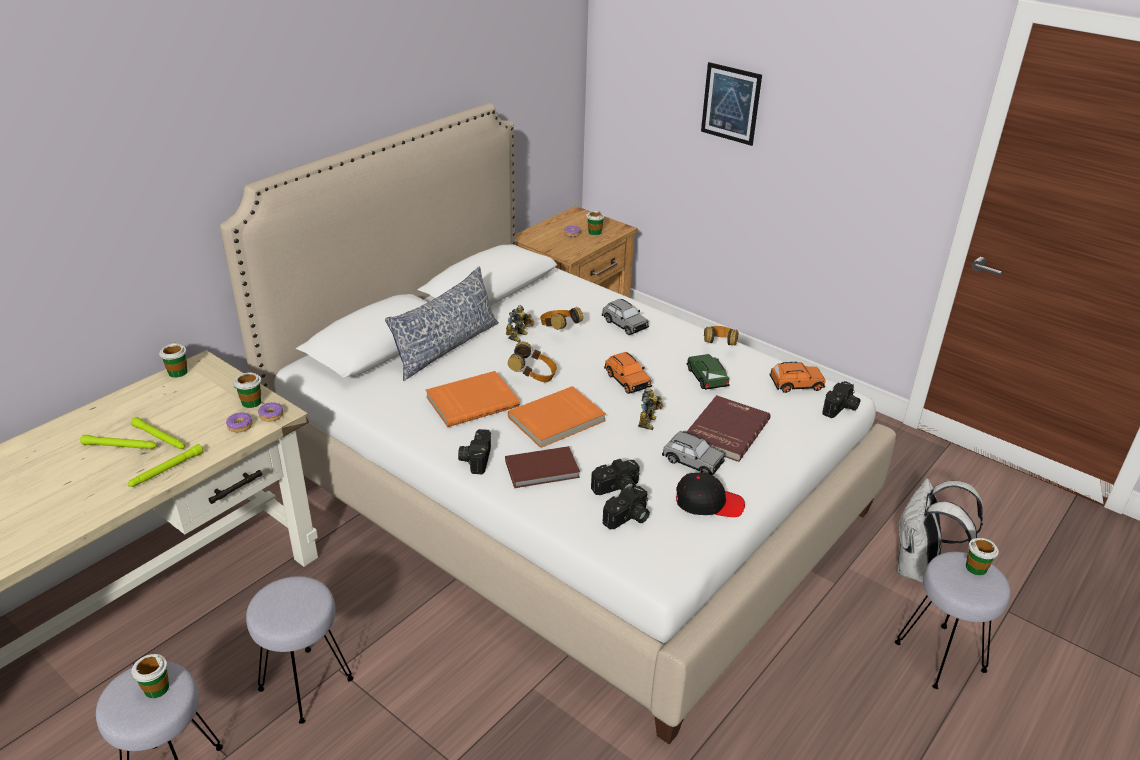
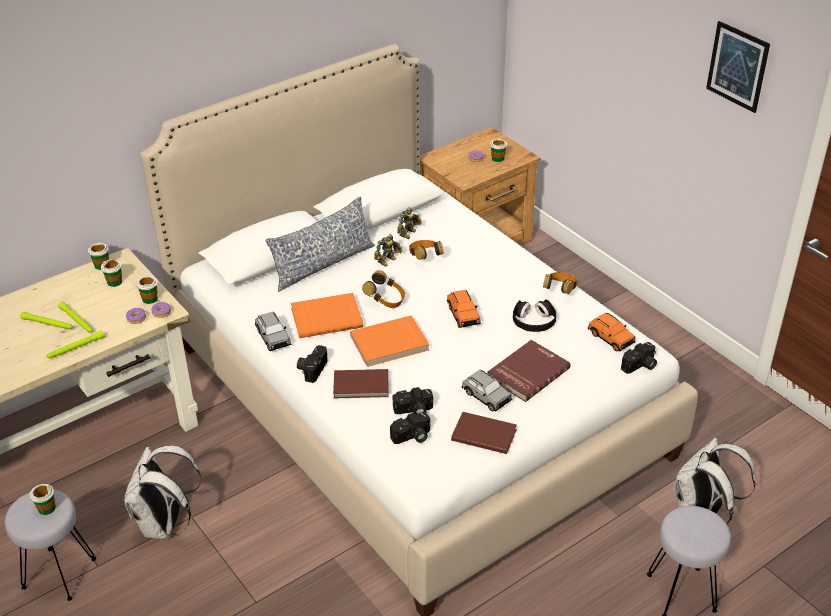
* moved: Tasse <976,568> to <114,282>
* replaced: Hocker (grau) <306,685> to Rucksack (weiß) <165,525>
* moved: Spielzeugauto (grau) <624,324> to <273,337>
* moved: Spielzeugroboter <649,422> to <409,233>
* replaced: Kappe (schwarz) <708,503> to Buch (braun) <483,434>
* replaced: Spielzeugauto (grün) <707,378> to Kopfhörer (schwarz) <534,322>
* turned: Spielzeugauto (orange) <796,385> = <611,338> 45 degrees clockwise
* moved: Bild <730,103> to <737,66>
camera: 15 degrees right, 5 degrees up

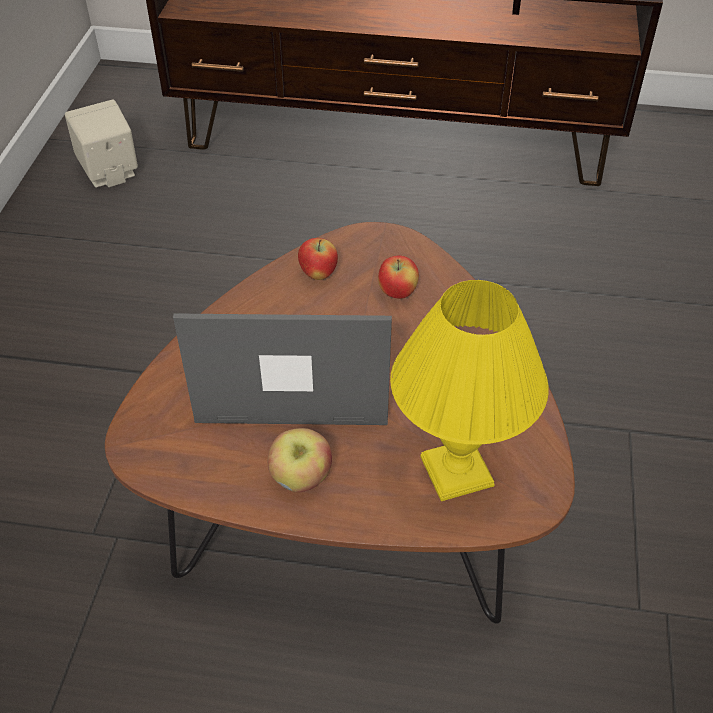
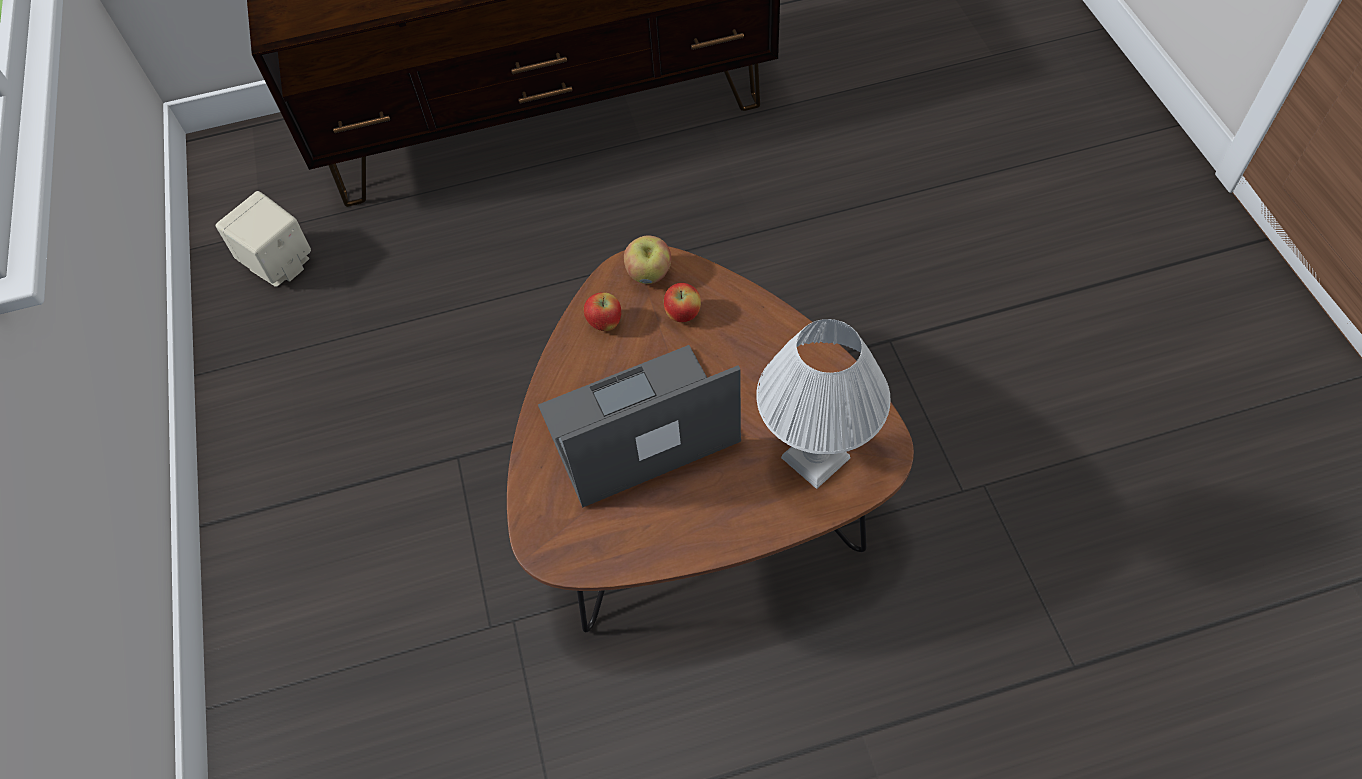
* moved: Apfel <301,478> to <649,274>
* recoloured: Tischlampe (gelb) <455,470> to Tischlampe (weiß) <813,457>
camera: 20 degrees left, 10 degrees up

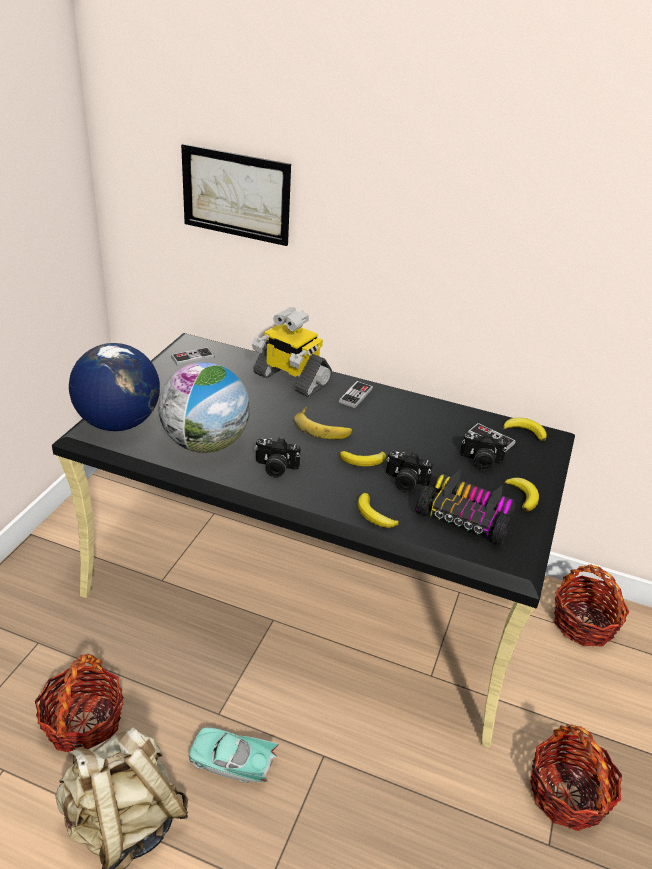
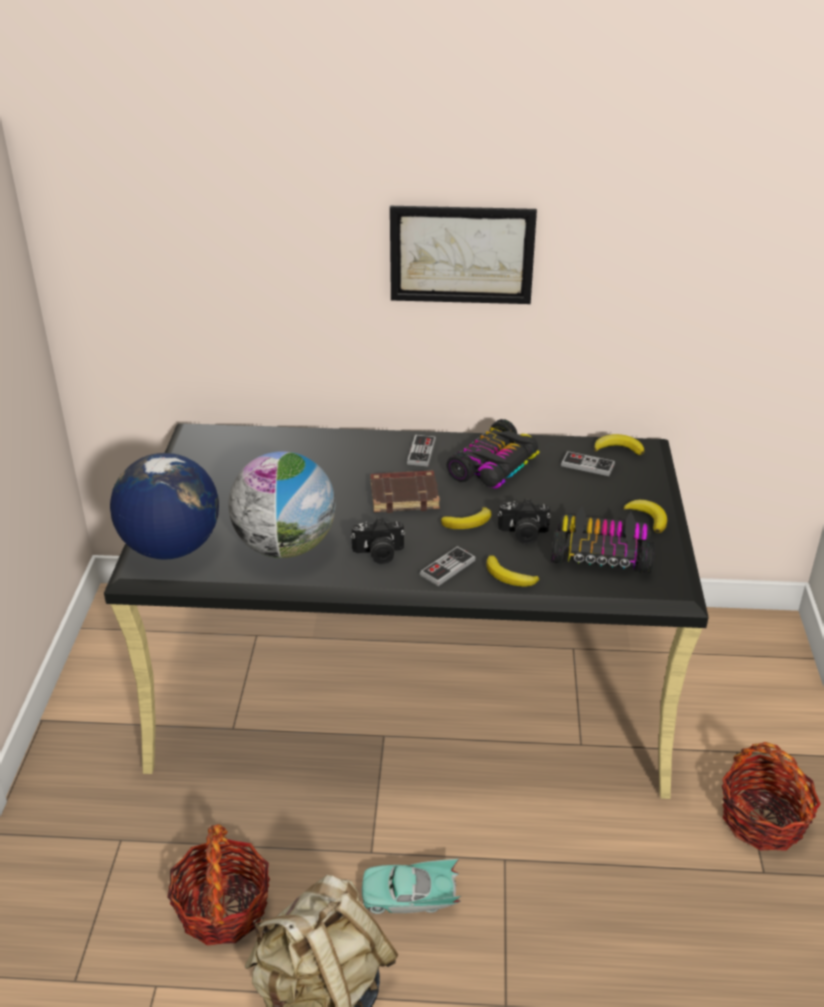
* replaced: Banane <323,427> to Buch (braun) <405,495>
* moved: Bild <236,194> to <461,255>
* moved: Gamepad <192,358> to <447,568>
* added: Spielzeugauto <495,467>
* removed: Spielzeugroboter <290,379>
* removed: Kamera <480,462>
* removed: Korb <583,624>
camera: 15 degrees left, 0 degrees up

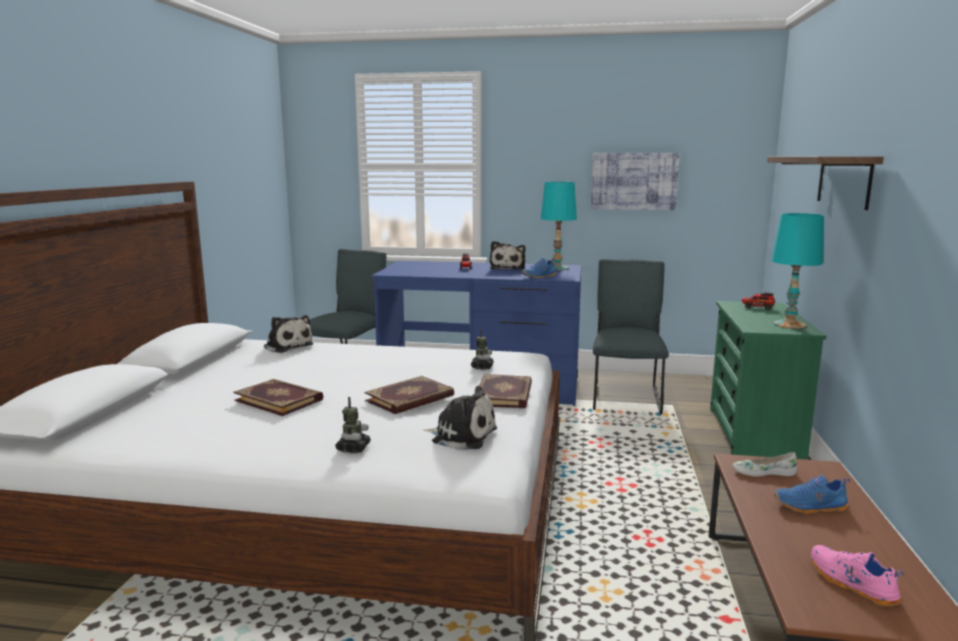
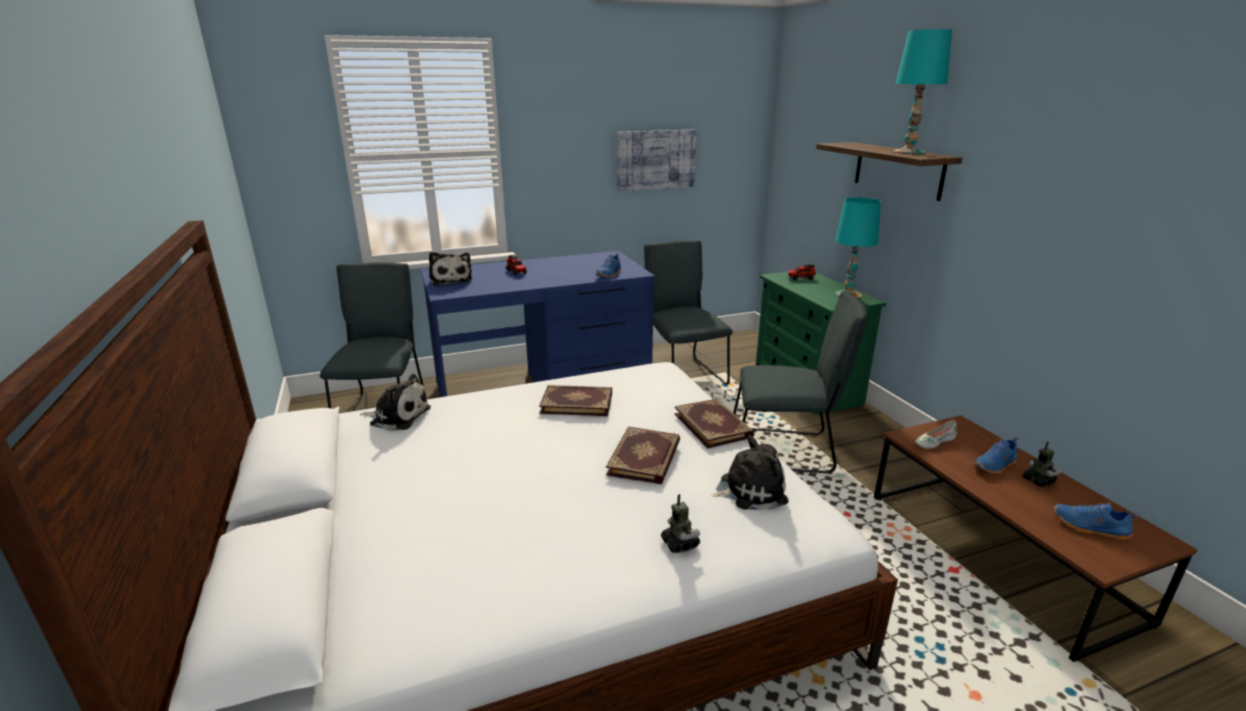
* moved: Plüschtier <508,268> to <450,280>
* moved: Buch <280,400> to <577,402>
* added: Stuhl (grau) <786,451>
* moved: Tischlampe (türkis) <557,268> to <909,152>
* moved: Spielzeugroboter <482,367> to <1038,481>
* recoloured: Schuh (rosa) <851,584> to Schuh (blau) <1090,528>
camera: 30 degrees left, 10 degrees up

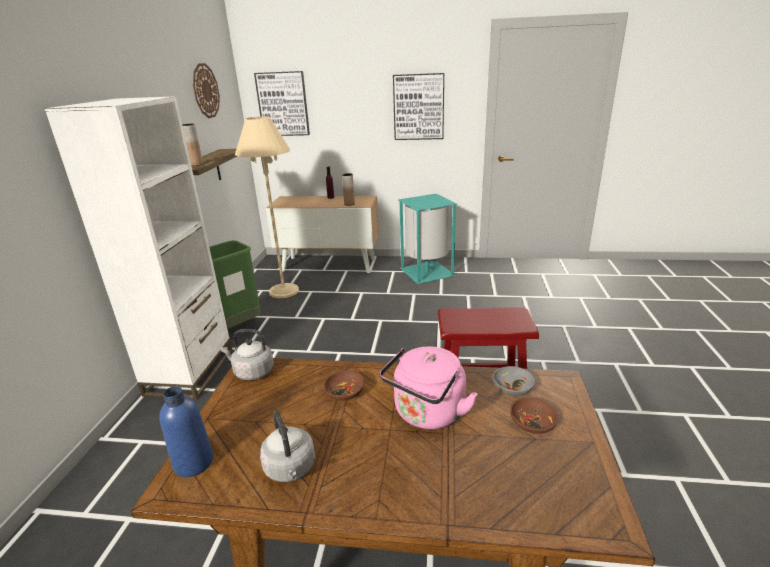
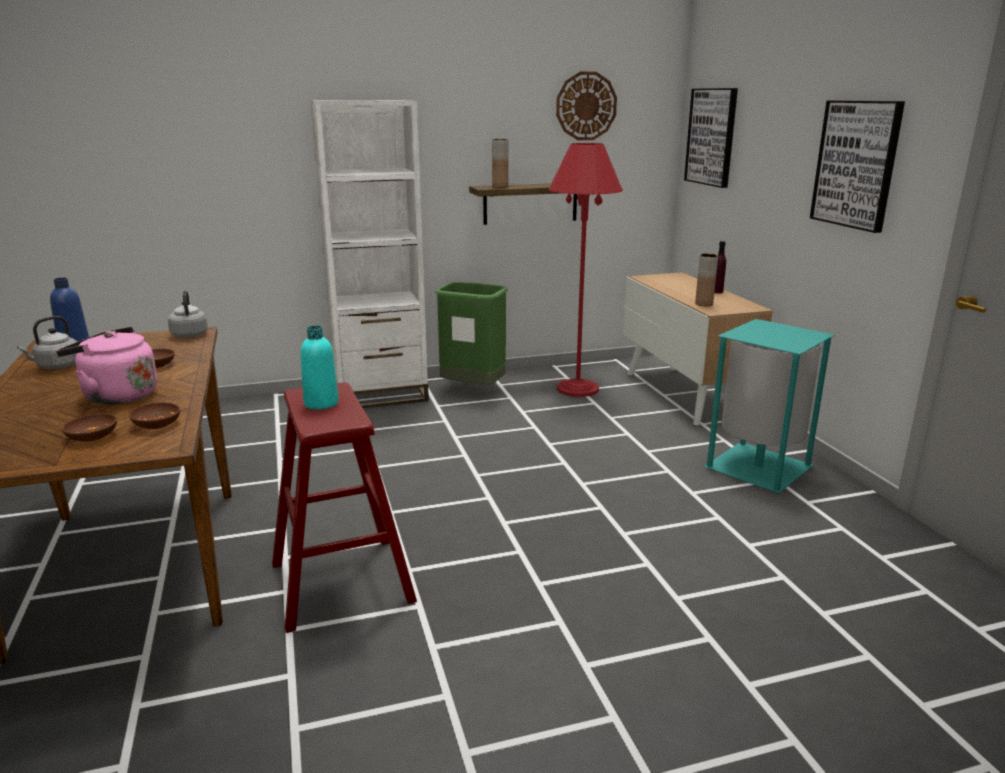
* recoloured: Schüssel (grau) <512,388> to Schüssel (braun) <157,424>
* added: Flasche (türkis) <321,403>
* recoloured: Stehlampe (beige) <283,291> to Stehlampe (rot) <577,389>
camera: 65 degrees right, 5 degrees down

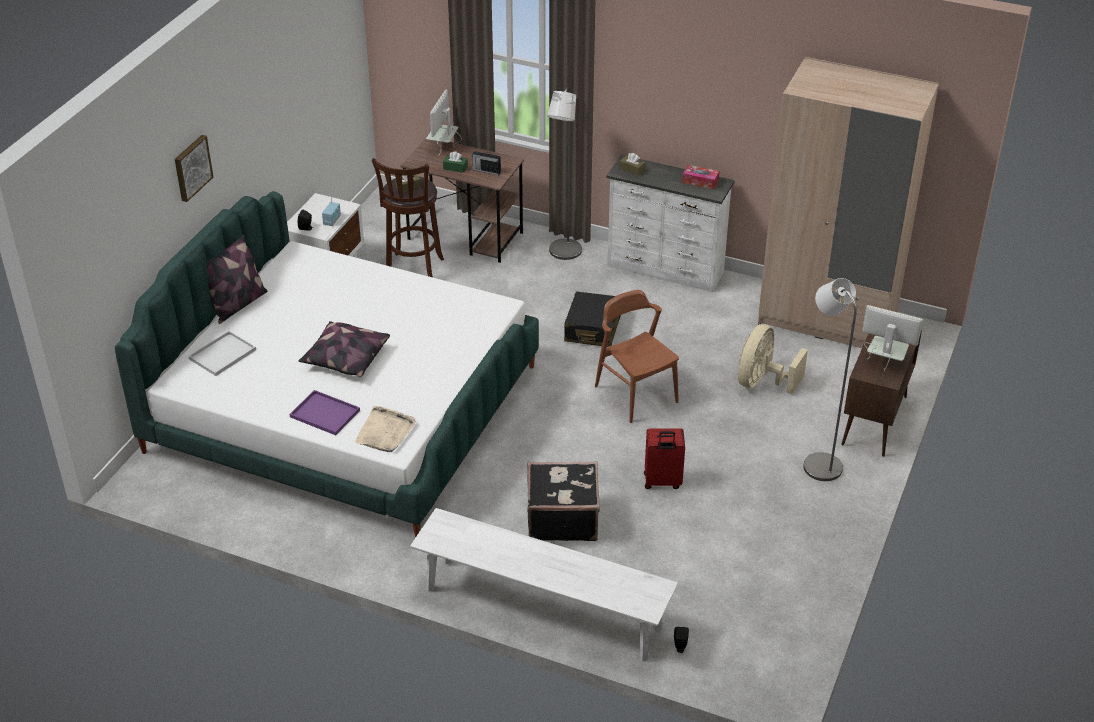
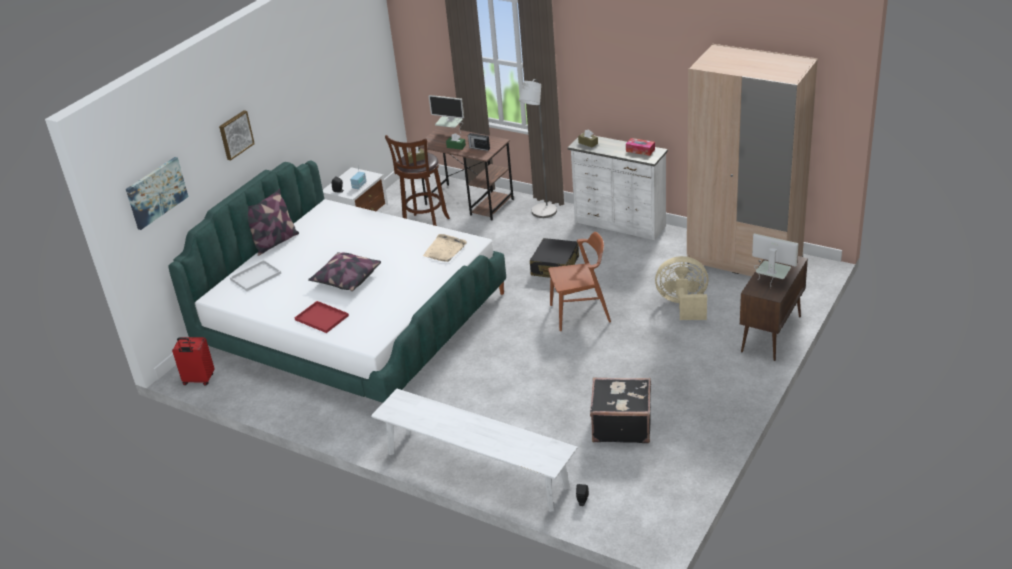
* added: Bild <156,192>
* moved: Koffer (rot) <662,482> to <198,380>
* recoloured: Tablett (lila) <323,413> to Tablett (rot) <320,318>
* moved: Tablett (beige) <385,432> to <445,250>
* turned: Monitor <444,148> = <450,133> 90 degrees counterclockwise
* turned: Stuhl (braun) <636,394> = <580,313> 105 degrees clockwise
* moved: Koffer (schwarz) <562,518> to <621,425>
* turned: Ventilator (beige) <762,382> = <683,305> 60 degrees clockwise
* removed: Stehlampe (grau) <818,463>
camera: 10 degrees right, 5 degrees down

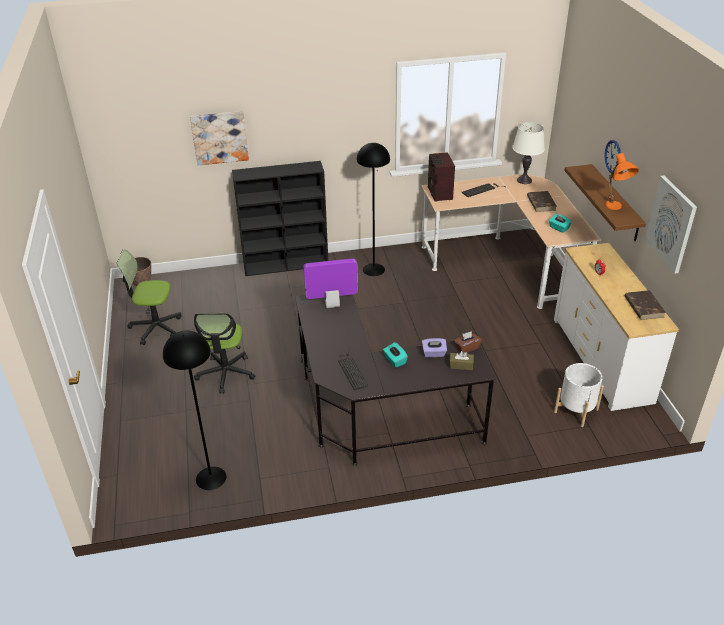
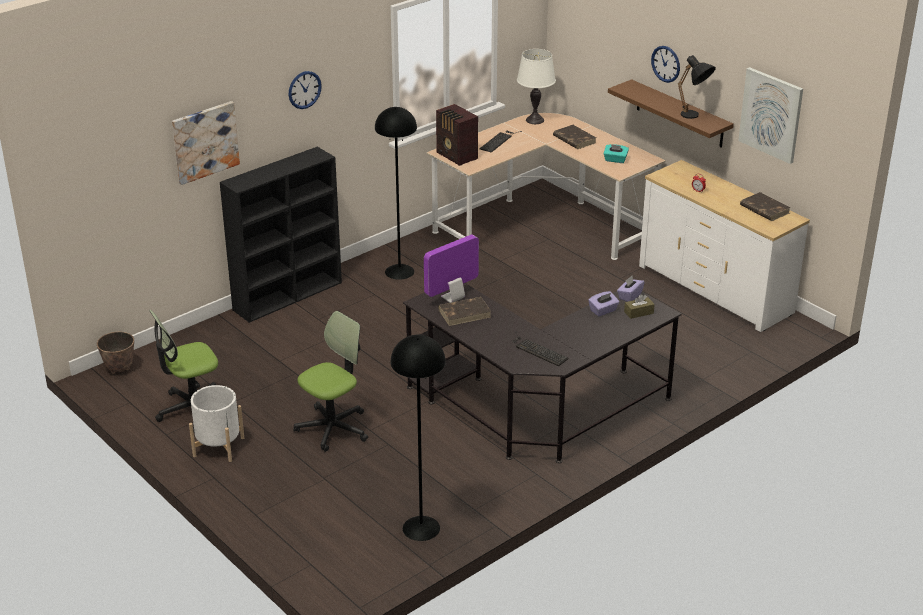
* moved: Pflanzkübel (weiß) <576,411> to <218,447>
* added: Wanduhr <304,89>
* turned: Bürostuhl <226,373> = <333,428> 105 degrees counterclockwise
* added: Buch (braun) <465,313>
* recoloured: Taschentuchbox (braun) <467,348> to Taschentuchbox (lila) <629,296>
* recoloured: Tischlampe (orange) <615,208> to Tischlampe (schwarz) <694,117>
* removed: Taschentuchbox (türkis) <395,361>
camera: 30 degrees left, 5 degrees down

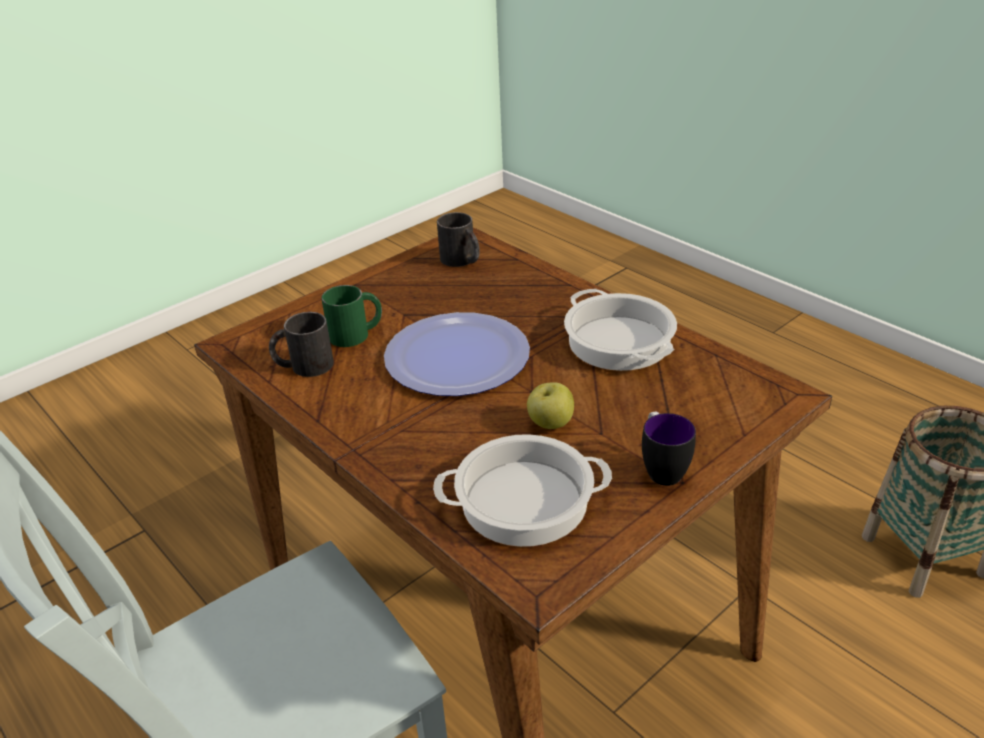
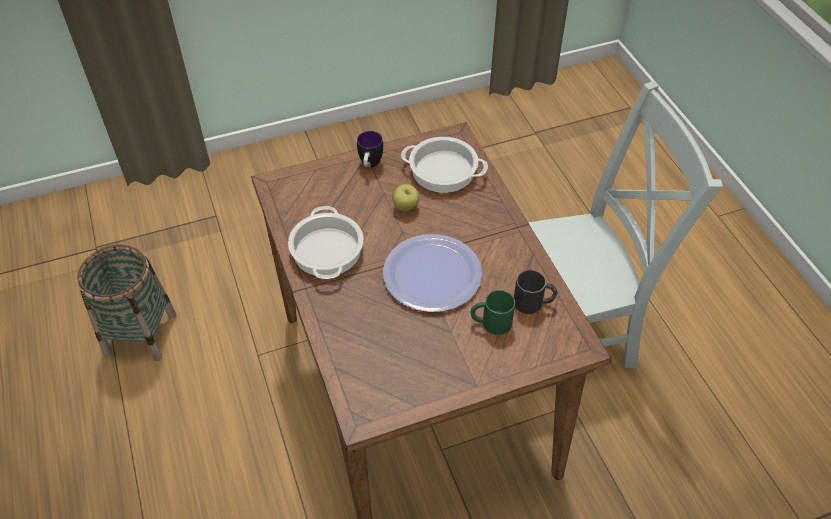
* removed: Henkelbecher (schwarz) <462,260>
camera: 160 degrees left, 15 degrees up

